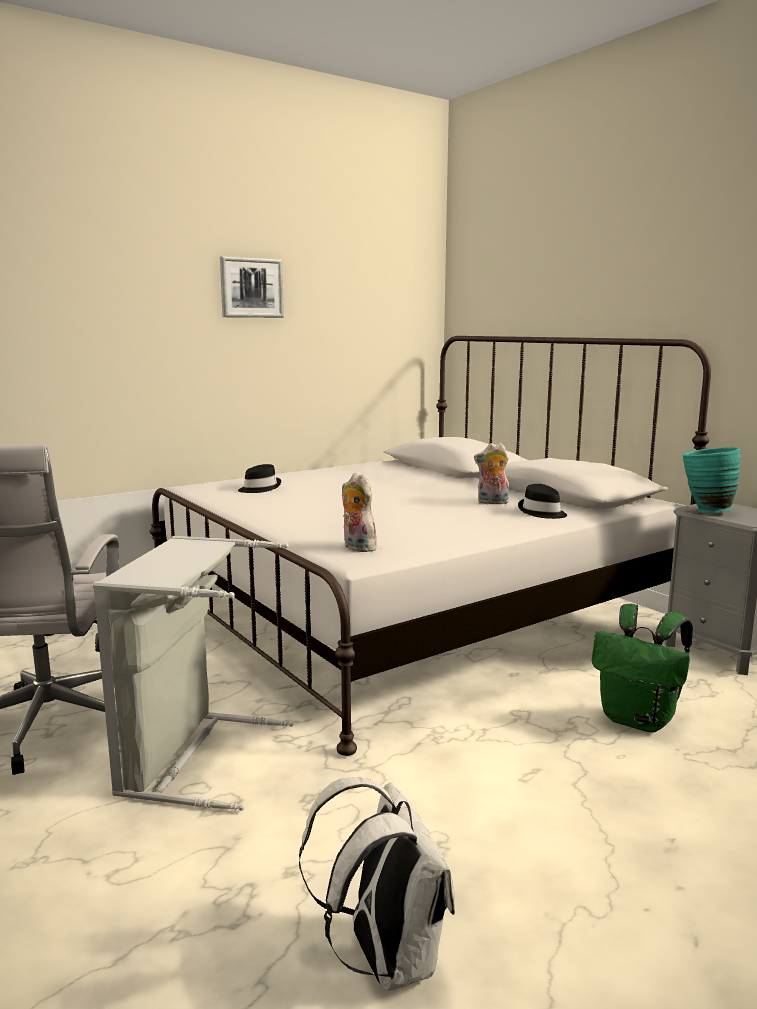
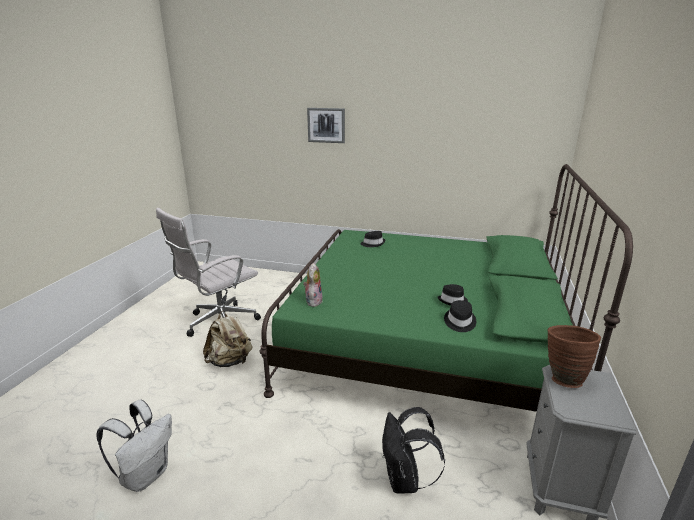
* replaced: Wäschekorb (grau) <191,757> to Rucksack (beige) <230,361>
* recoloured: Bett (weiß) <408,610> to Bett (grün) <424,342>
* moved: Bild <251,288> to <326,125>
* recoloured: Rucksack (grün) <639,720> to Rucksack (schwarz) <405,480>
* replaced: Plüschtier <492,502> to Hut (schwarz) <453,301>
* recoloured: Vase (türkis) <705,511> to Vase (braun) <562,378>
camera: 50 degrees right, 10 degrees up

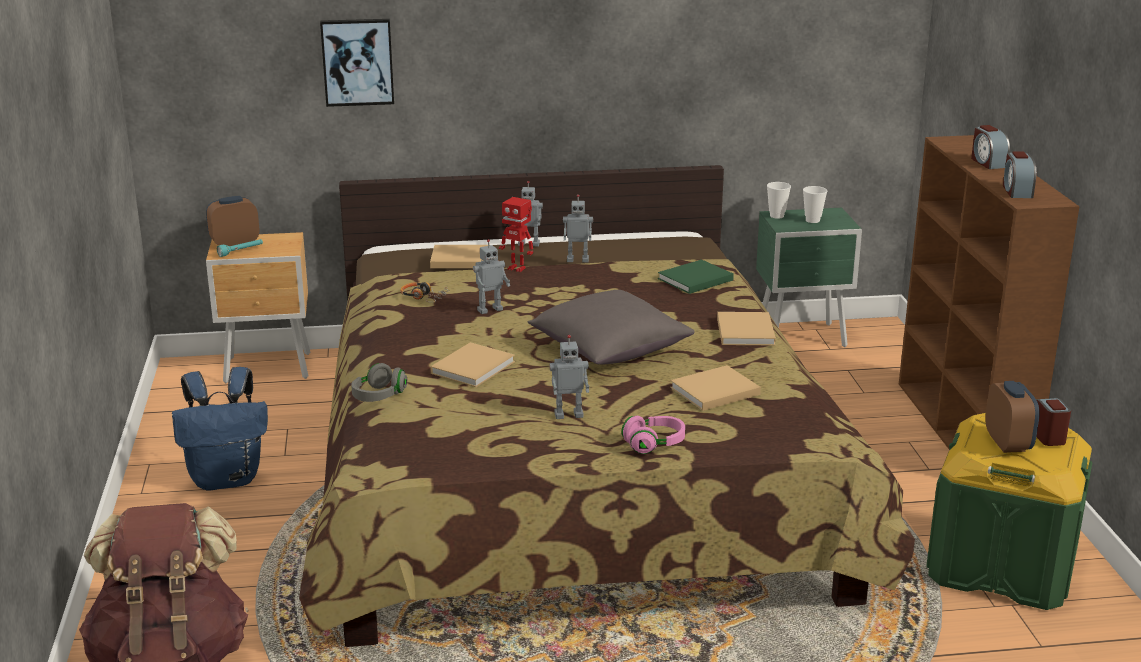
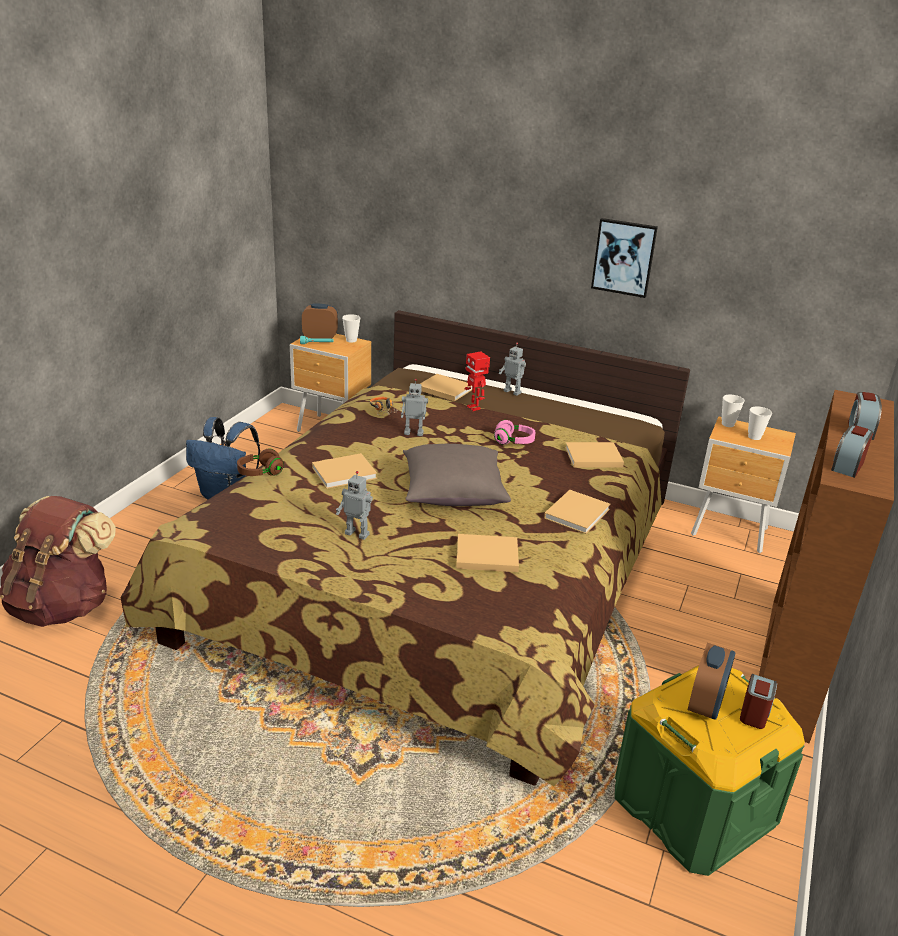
* recoloured: Kopfhörer (grau) <379,396> to Kopfhörer (braun) <260,472>
* added: Tasse <351,340>
* moved: Kopfhörer (rosa) <654,444> to <514,441>
* recoloured: Buch (grün) <693,280> to Buch (beige) <591,457>
* moved: Bild <357,62> to <624,257>
* recoloured: Nachttisch (grün) <803,338> to Nachttisch (braun) <730,533>
* removed: Spielzeugroboter <578,260>
camera: 30 degrees right, 5 degrees up

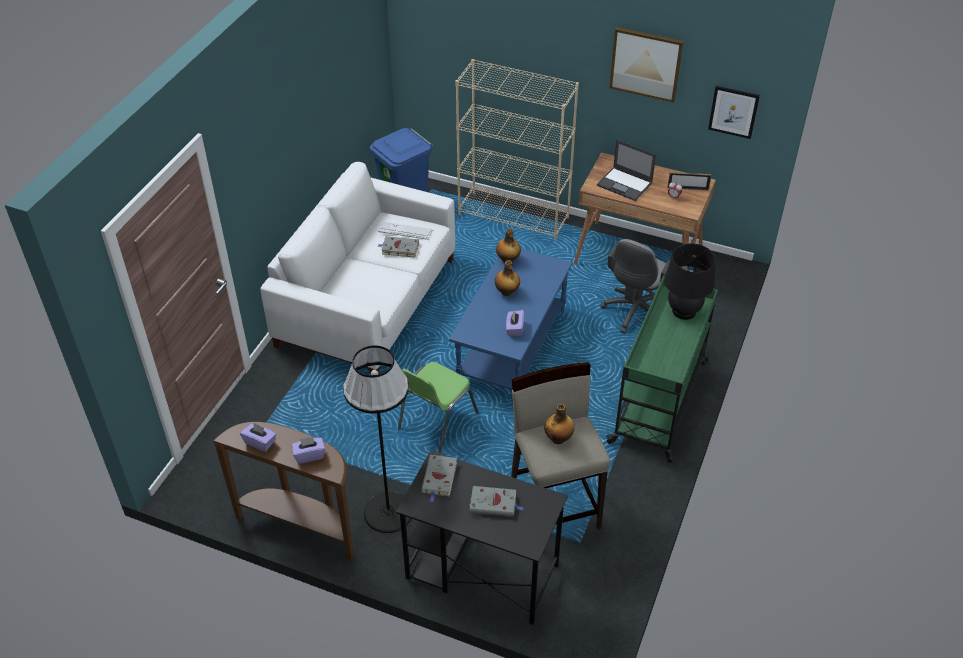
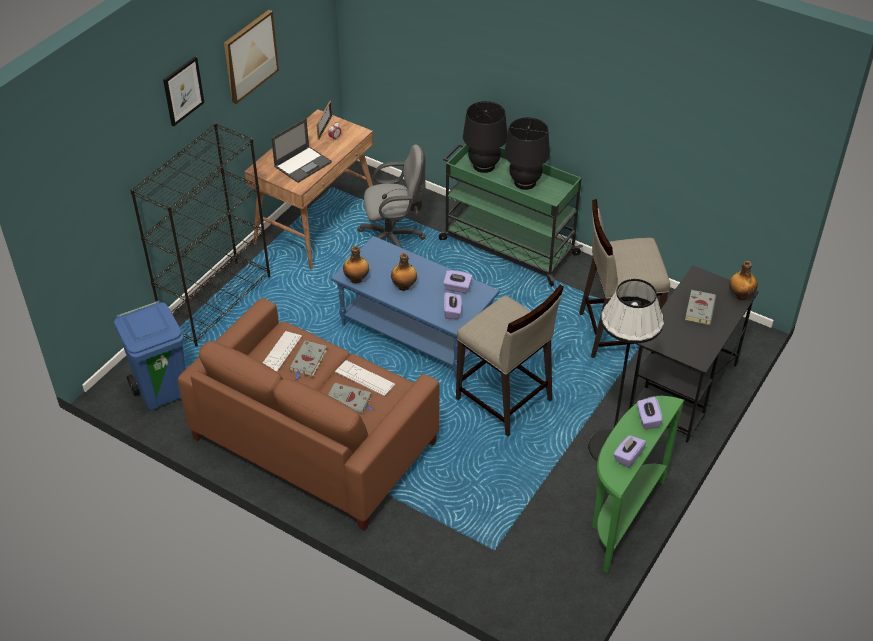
* recoloured: Bücherregal (beige) <514,216> to Bücherregal (schwarz) <217,302>
* moved: Bild <733,111> to <183,91>
* recoloured: Sofa (weiß) <368,301> to Sofa (braun) <315,439>
* moved: Buch (grau) <439,479> to <349,401>
* added: Tastatur <365,378>
* turned: Bürostuhl (grau) <634,313> = <394,241> 45 degrees counterclockwise
* added: Taschentuchbox (lila) <452,311>
* replaced: Stuhl (grün) <436,421> to Hocker (beige) <504,401>
* added: Tischlampe (schwarz) <525,182>
* recoloured: Konsolentisch (braun) <301,525> to Konsolentisch (grün) <621,517>
* moved: Flasche <559,438> to <740,295>
camera: 80 degrees left, 0 degrees up

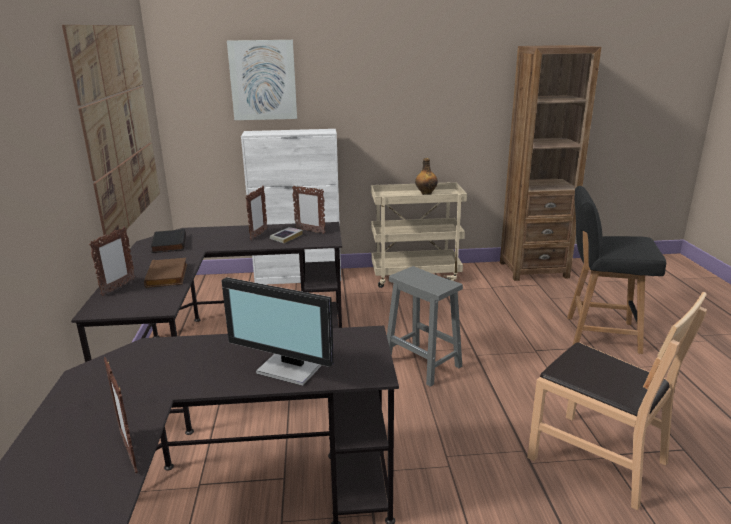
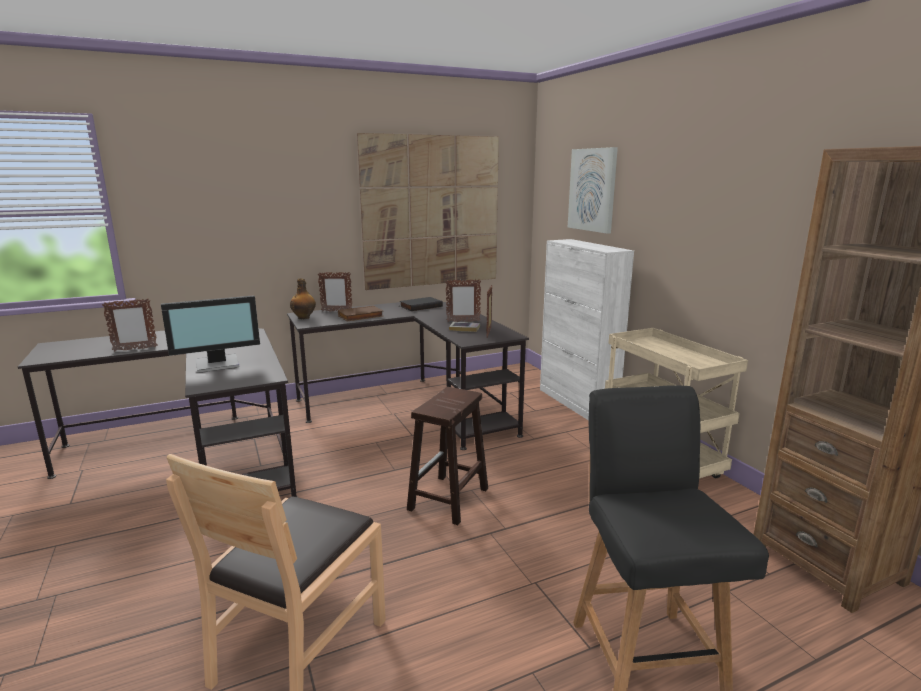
* turned: Bilderrahmen <129,452> = <135,349> 150 degrees counterclockwise
* turned: Monitor <292,367> = <218,364> 120 degrees counterclockwise
* moved: Flasche <426,193> to <304,317>
* recoloured: Hocker (grau) <423,364> to Hocker (braun) <448,500>
camera: 70 degrees right, 5 degrees down

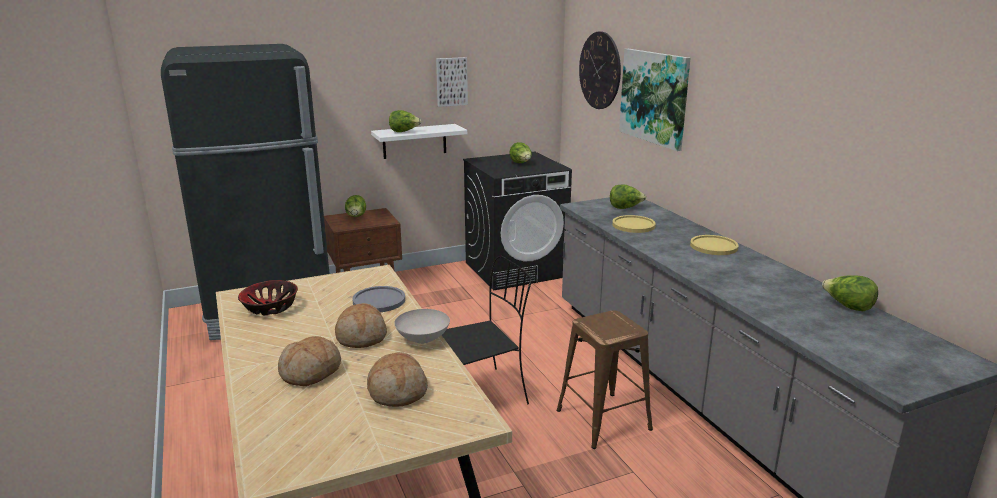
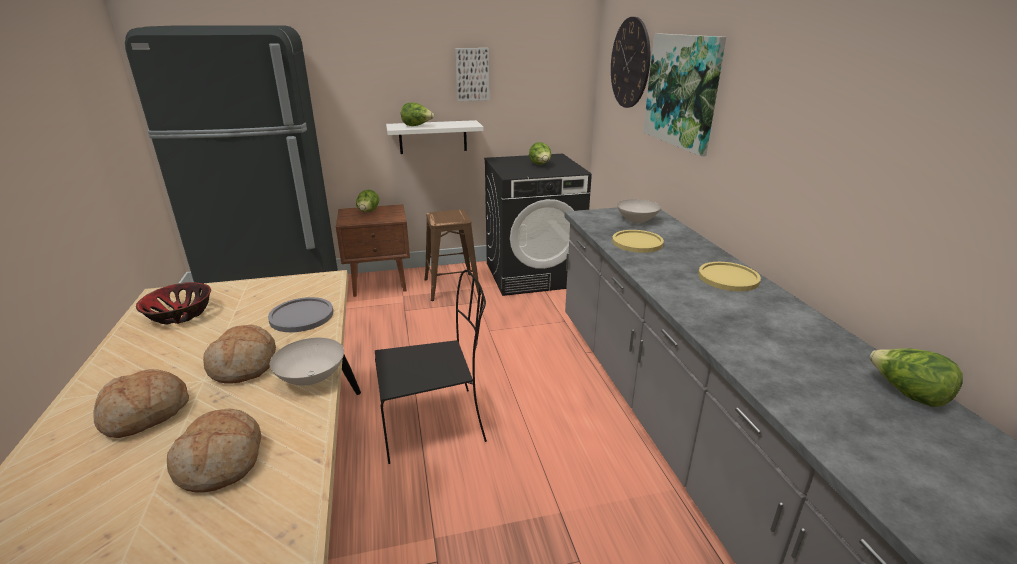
* moved: Hocker (braun) <604,419> to <452,286>
* replaced: Salatkopf <625,208> to Schüssel (weiß) <636,220>
camera: 10 degrees right, 5 degrees up

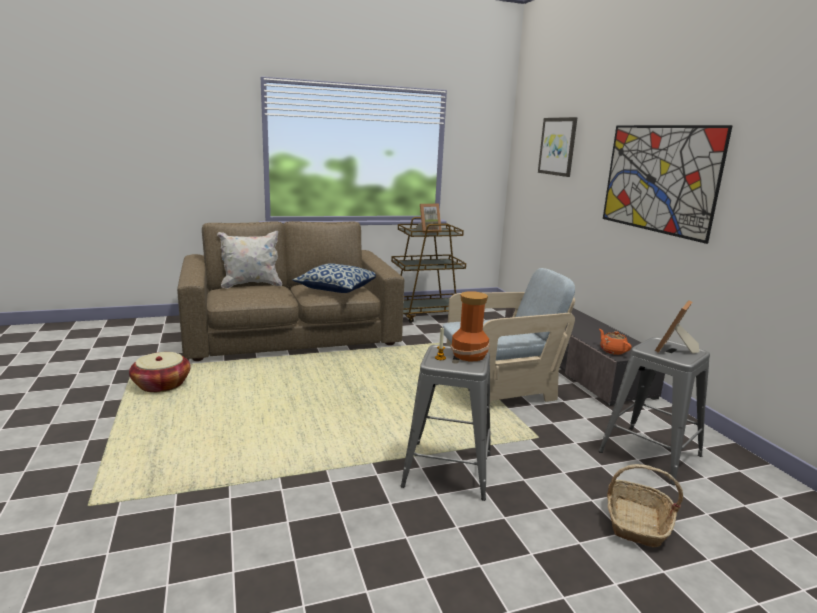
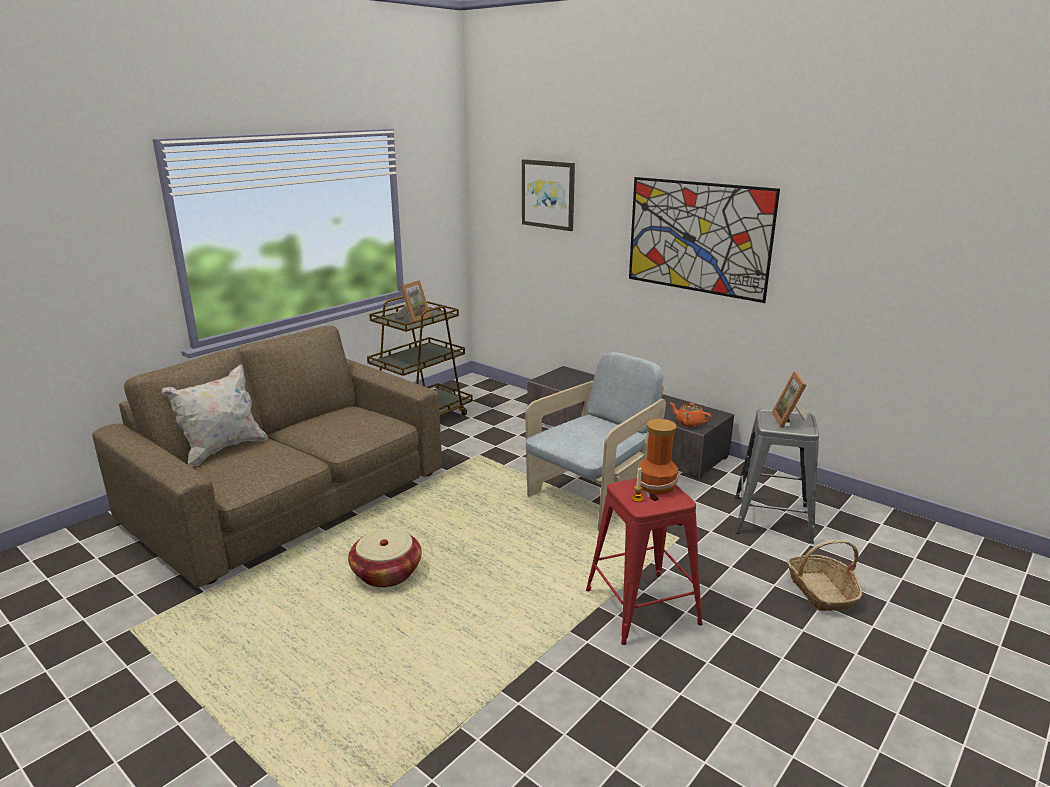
* moved: Korb <162,385> to <386,573>
* recoloured: Hocker (grau) <447,470> to Hocker (rot) <641,607>
* removed: Kissen <337,289>
camera: 30 degrees left, 5 degrees up

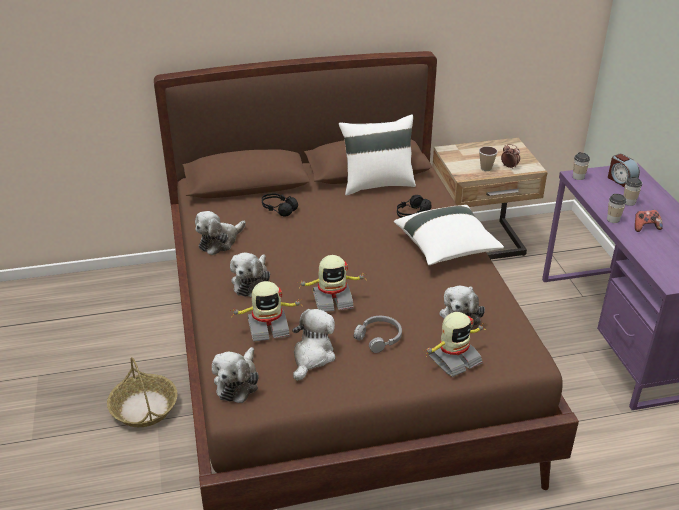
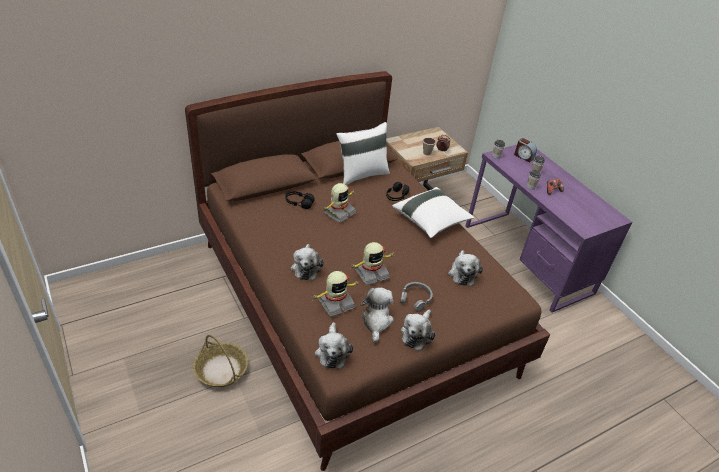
* moved: Spielzeugroboter <453,359> to <339,212>
* moved: Plüschtier <219,242> to <417,334>
camera: 20 degrees left, 5 degrees up

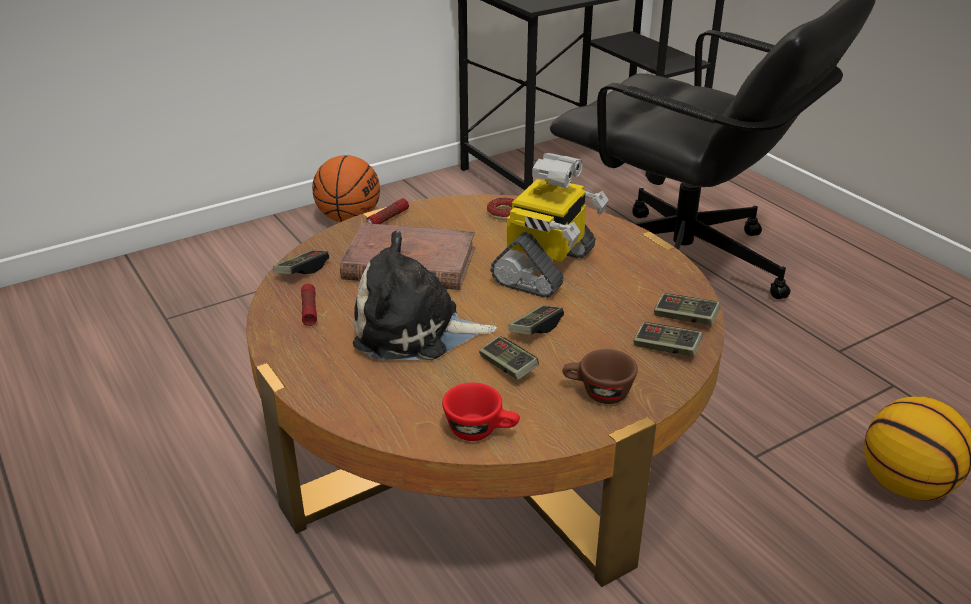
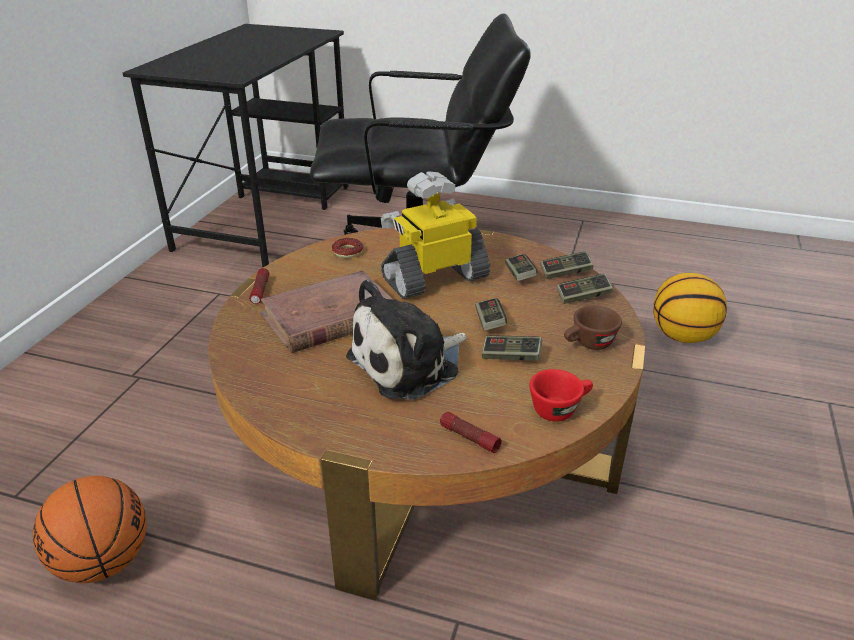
* moved: Basketball <348,218> to <103,561>
* turned: Spielzeugroboter <546,268> = <434,278> 105 degrees counterclockwise
* moved: Taschenlampe <309,310> to <469,438>
* moved: Gamepad <302,270> to <520,275>
camera: 40 degrees left, 0 degrees up

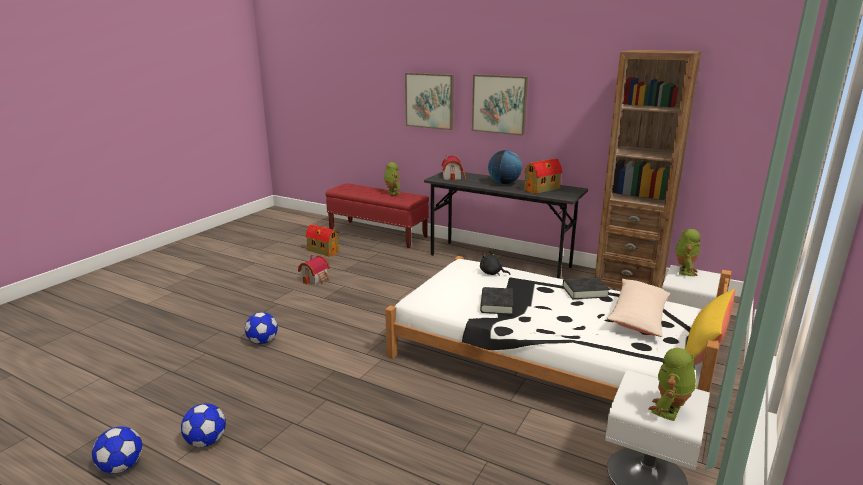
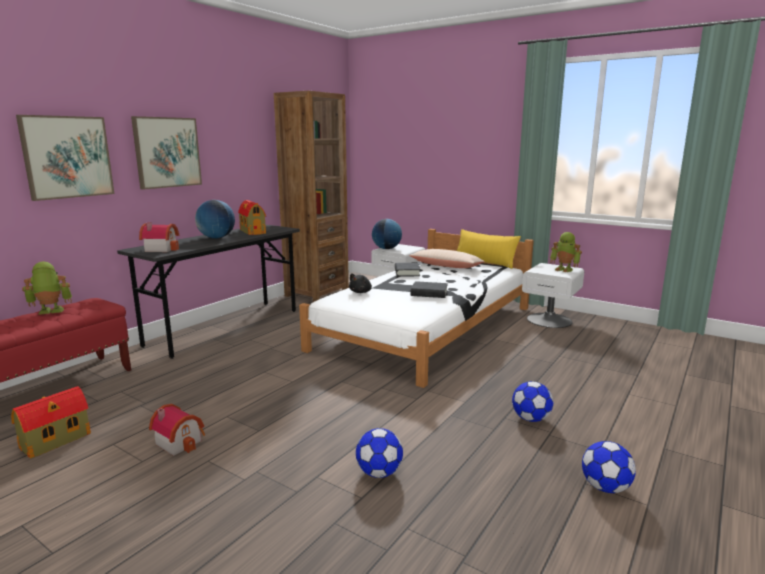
* replaced: Spielzeugroboter <684,271> to Globus <386,248>
* moved: Fußball <121,467> to <531,419>
camera: 85 degrees left, 5 degrees down

